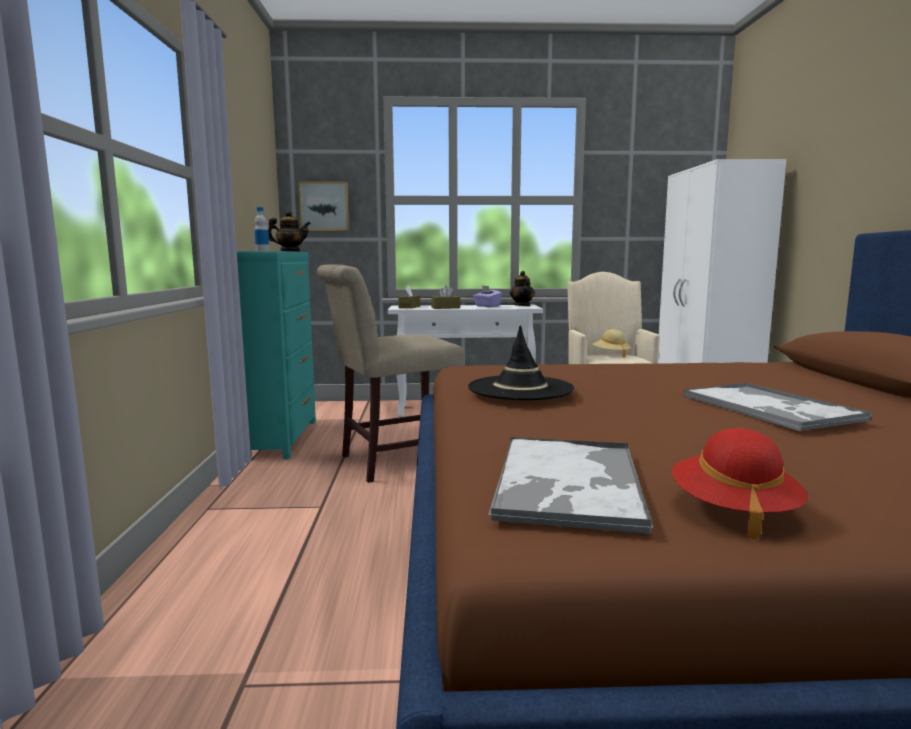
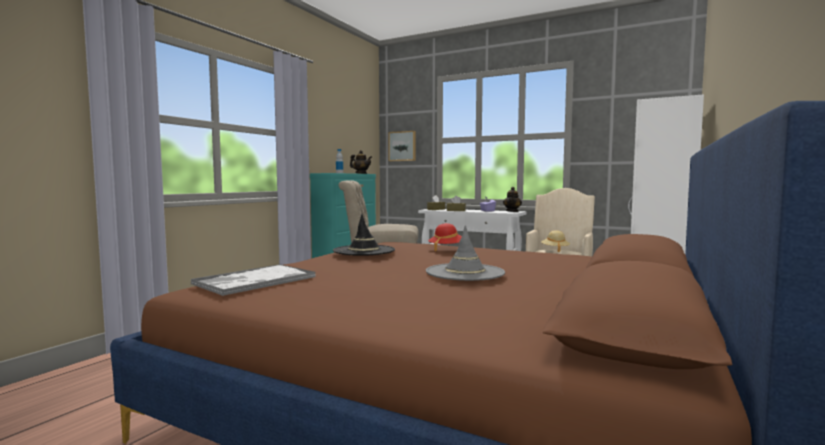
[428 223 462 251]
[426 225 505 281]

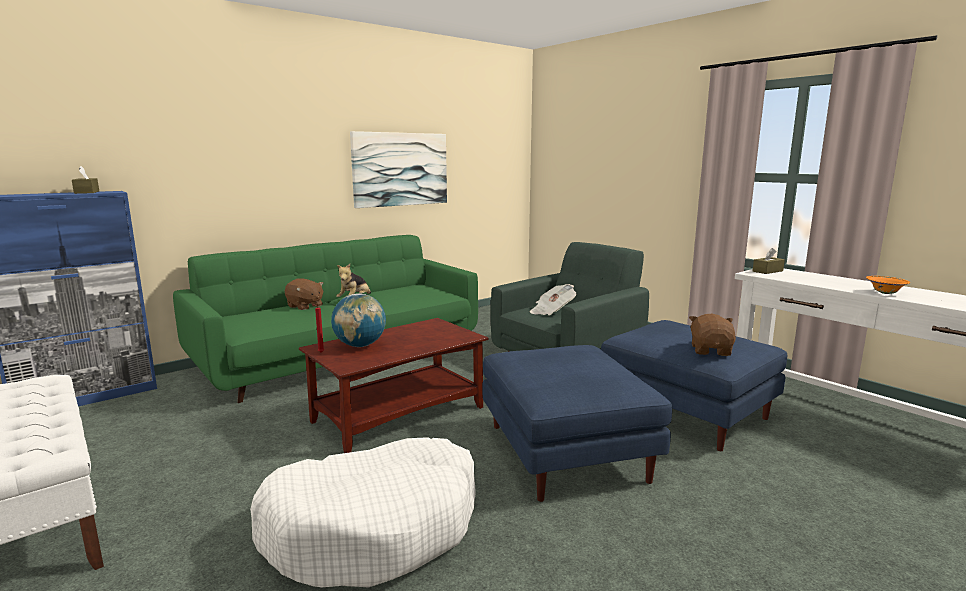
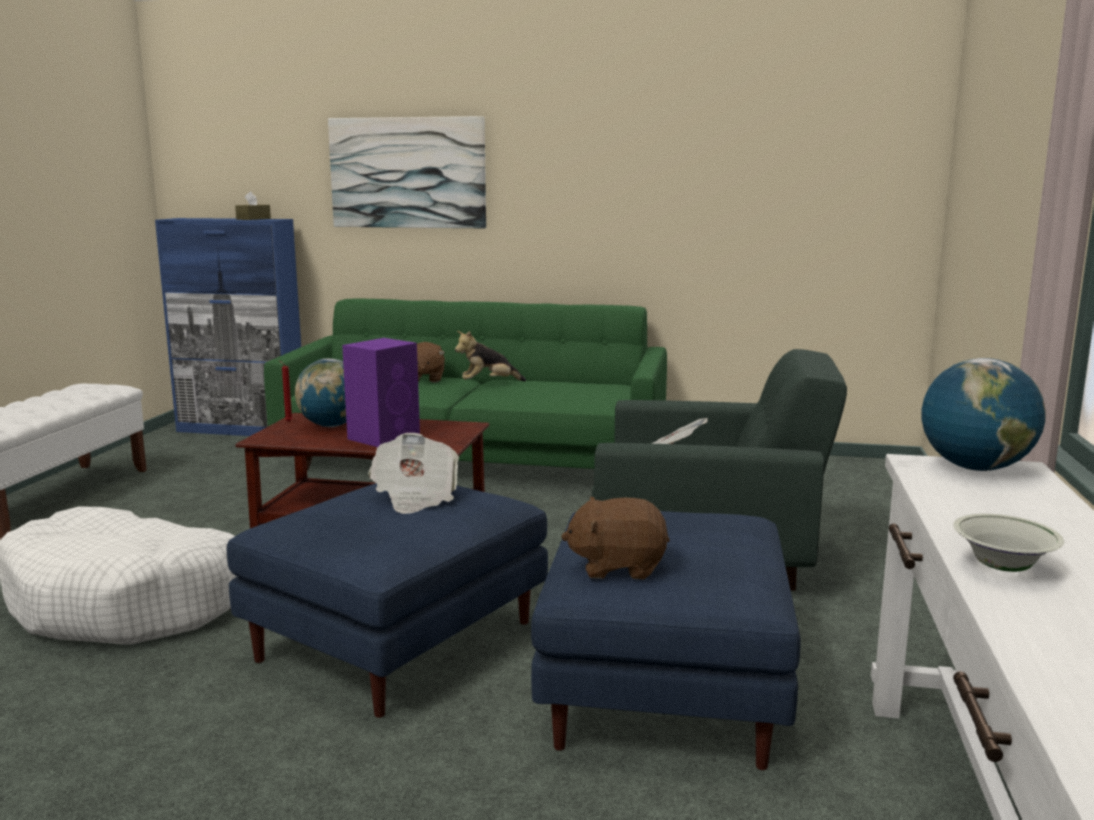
[328 116 486 229]
[561 497 670 580]
[921 358 1046 471]
[953 514 1064 572]
[342 338 420 447]
[368 433 459 514]

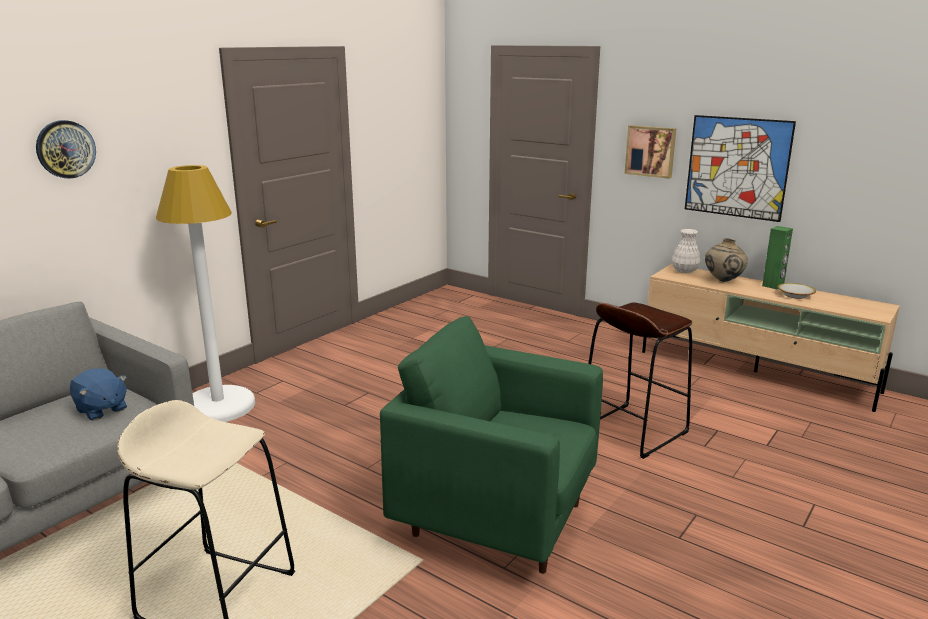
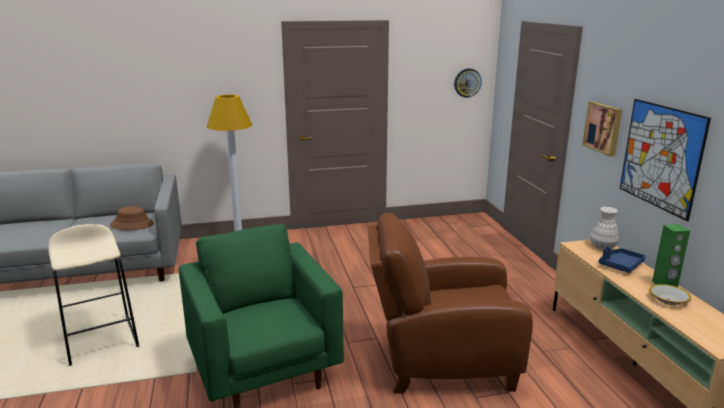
[454 68 482 98]
[110 207 154 230]
[367 213 533 394]
[598 247 646 273]

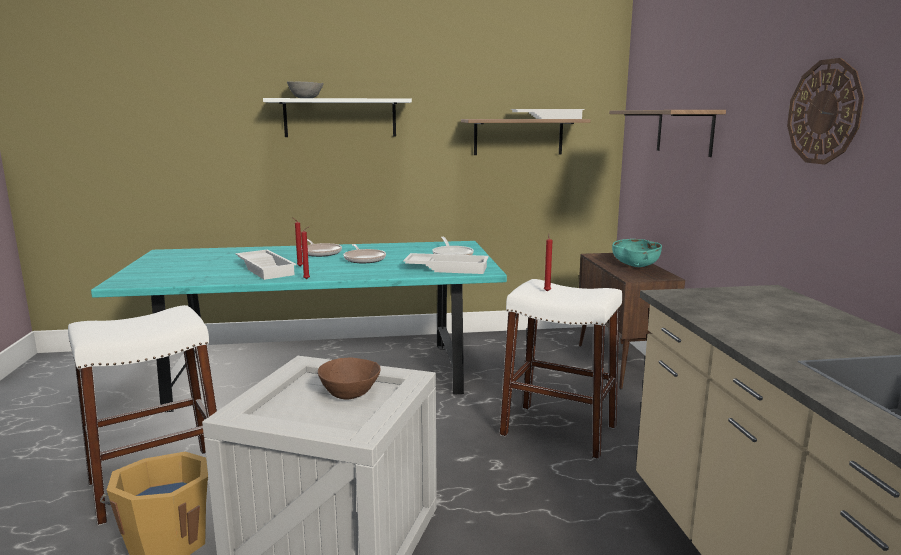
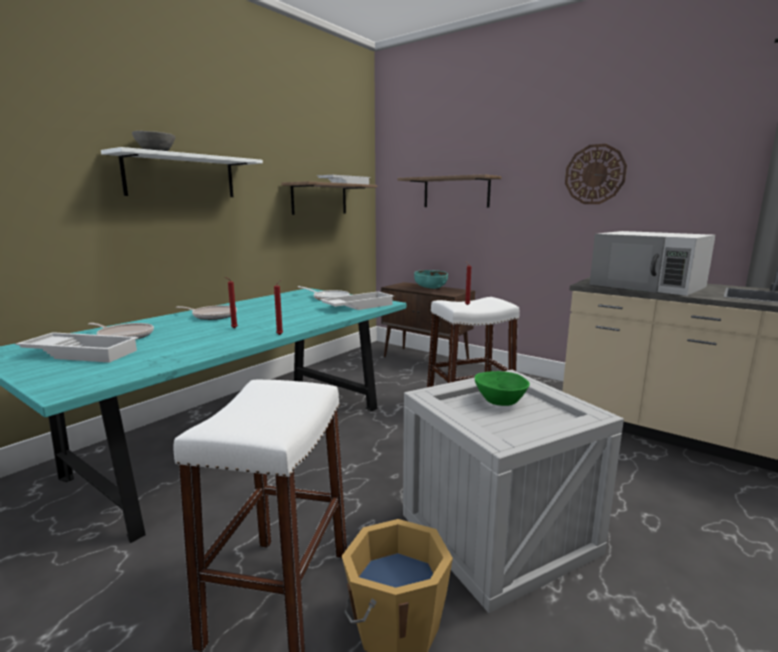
[15 332 138 363]
[475 371 530 406]
[88 323 154 340]
[589 231 716 296]

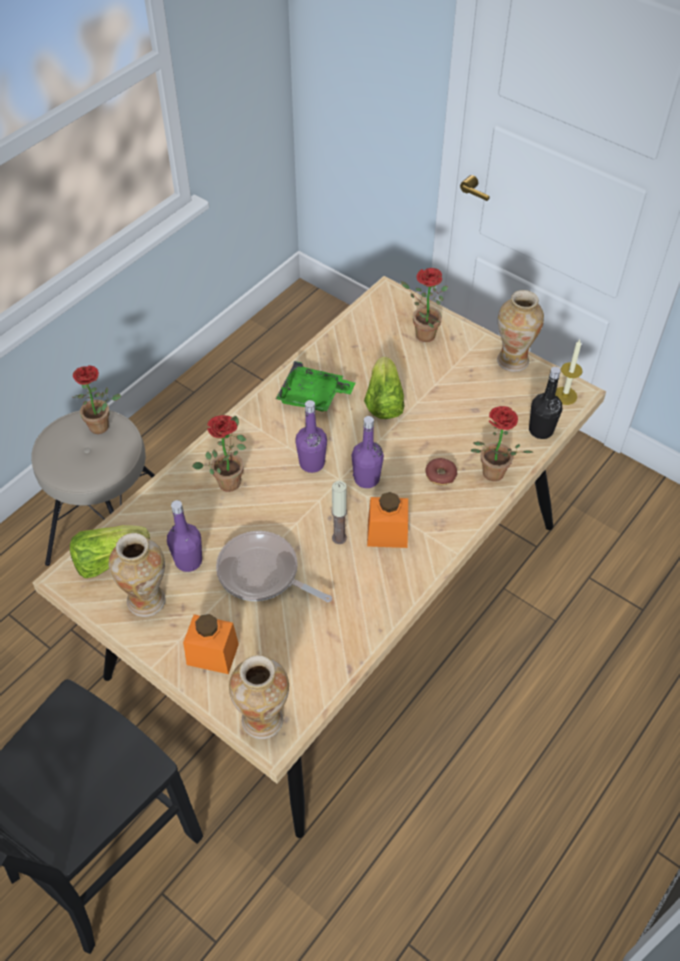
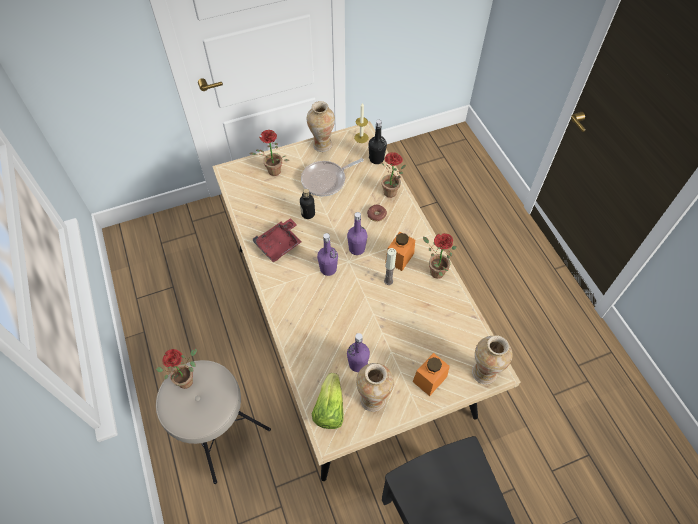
[423 233 457 279]
[301 158 364 196]
[253 218 302 262]
[300 189 315 219]

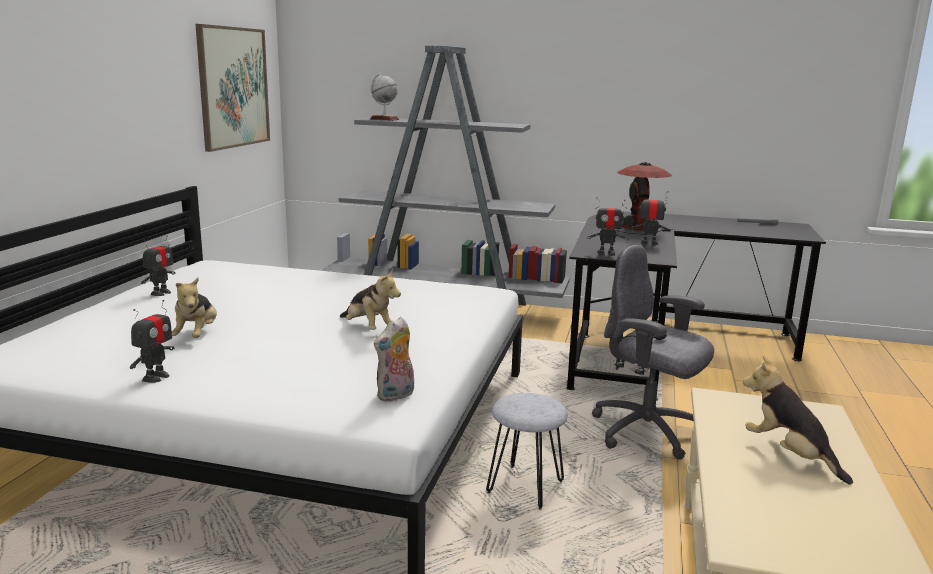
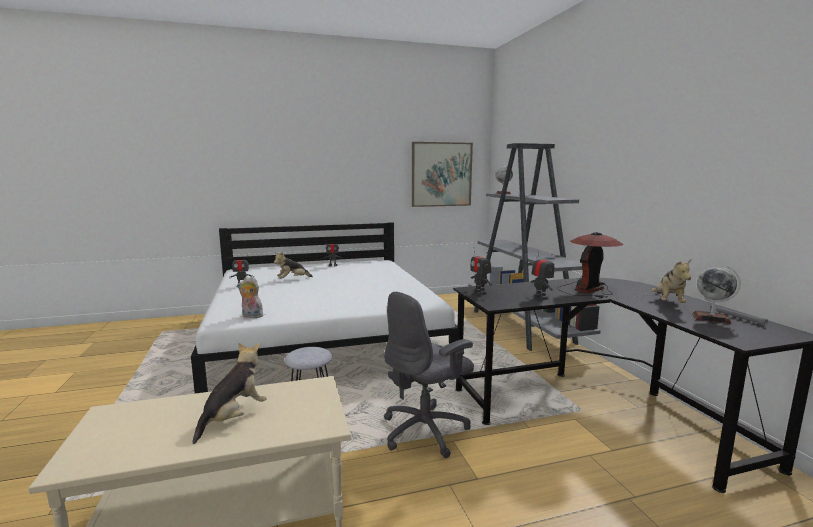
[651 259 691 303]
[384 292 474 458]
[692 266 741 324]

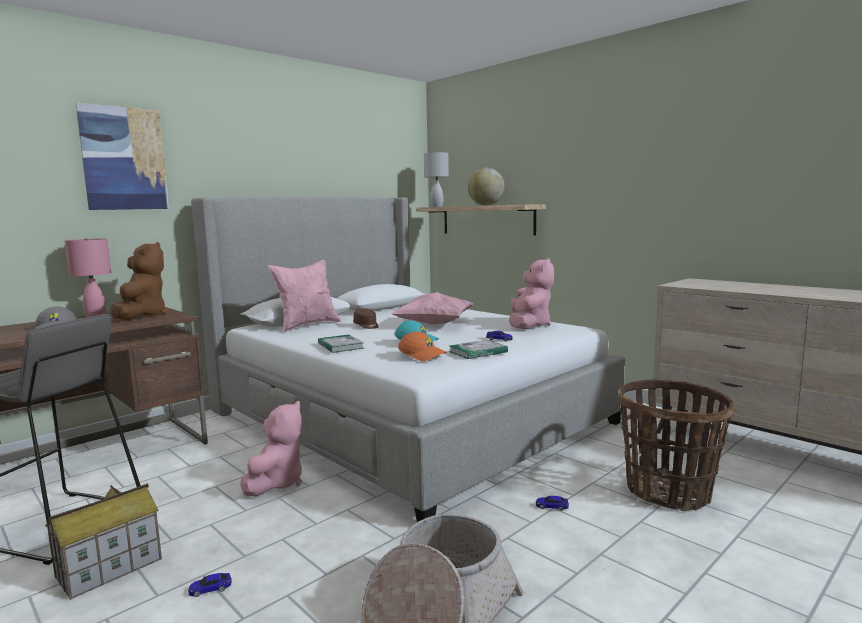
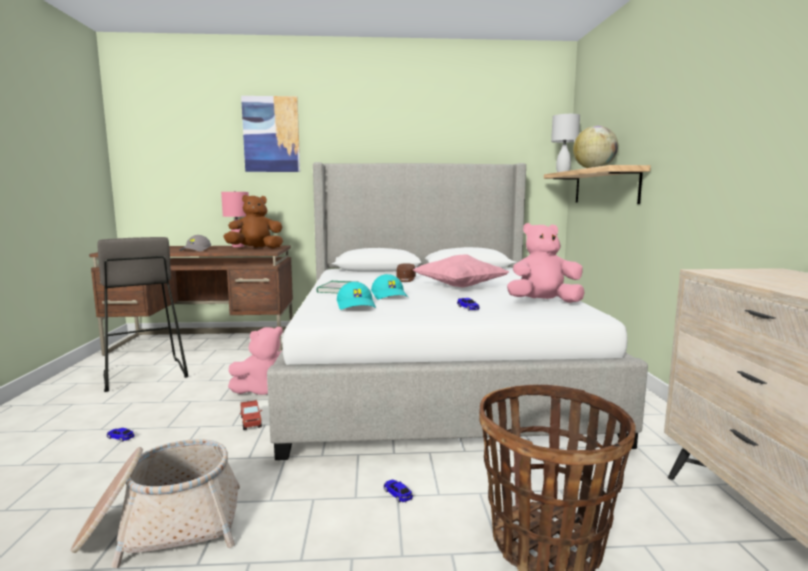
[45 483 162 600] (first image)
[223 195 283 249]
[268 260 340 332] (first image)
[337 282 376 310]
[448 340 508 359] (first image)
[507 223 585 303]
[240 400 262 430]

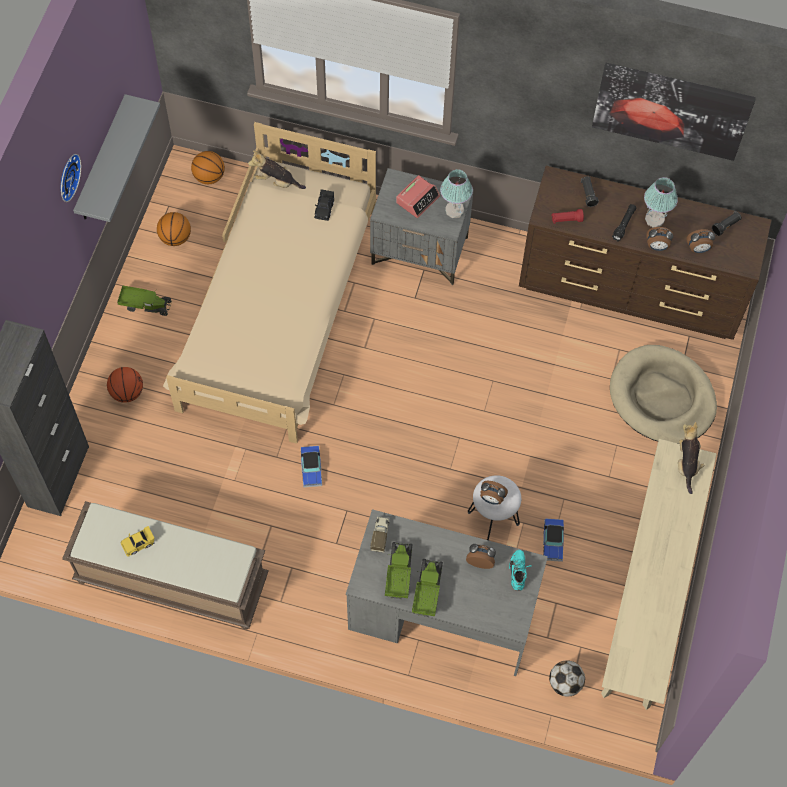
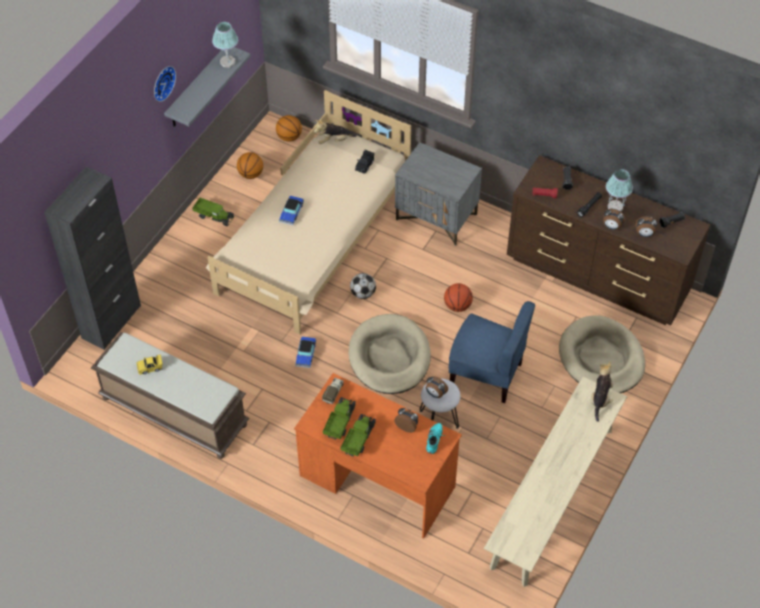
[444 283 473 312]
[314 120 357 144]
[294 373 462 538]
[396 175 440 218] (first image)
[212 22 238 68]
[279 196 304 226]
[350 273 376 299]
[592 63 756 161] (first image)
[348 314 431 394]
[449 301 535 403]

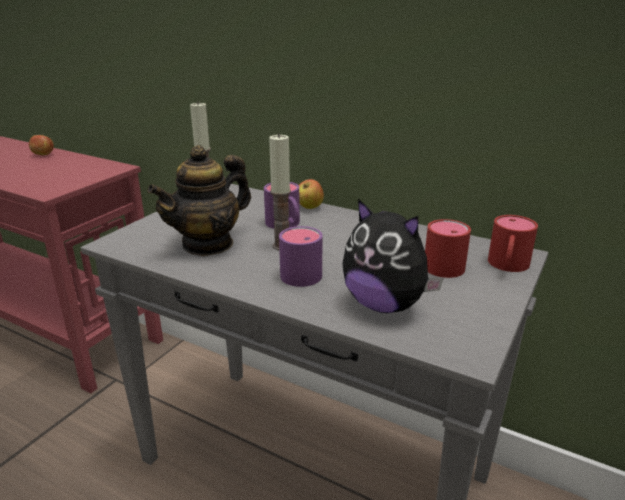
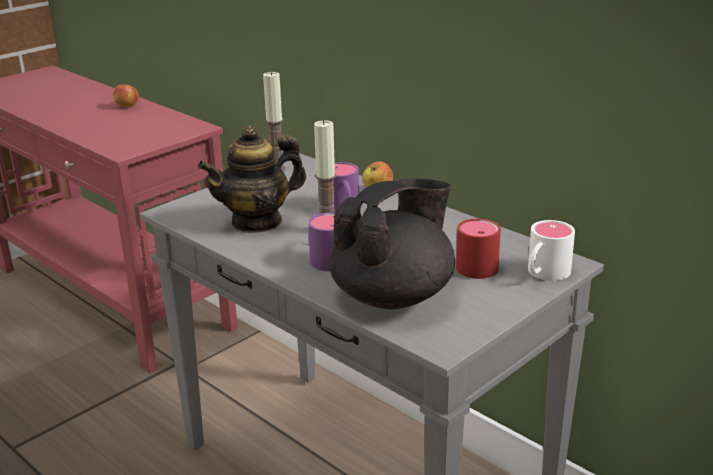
[329 179 455 309]
[528 220 575 281]

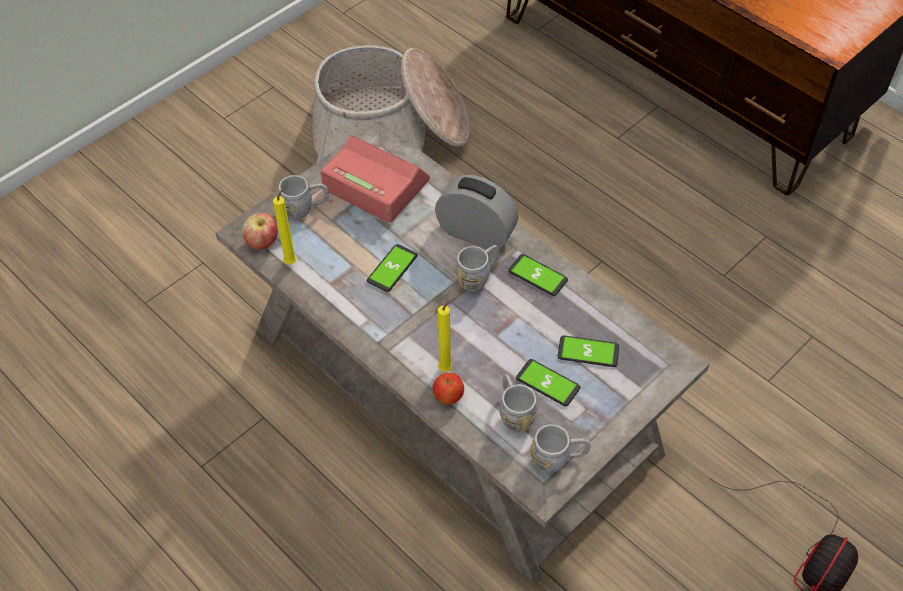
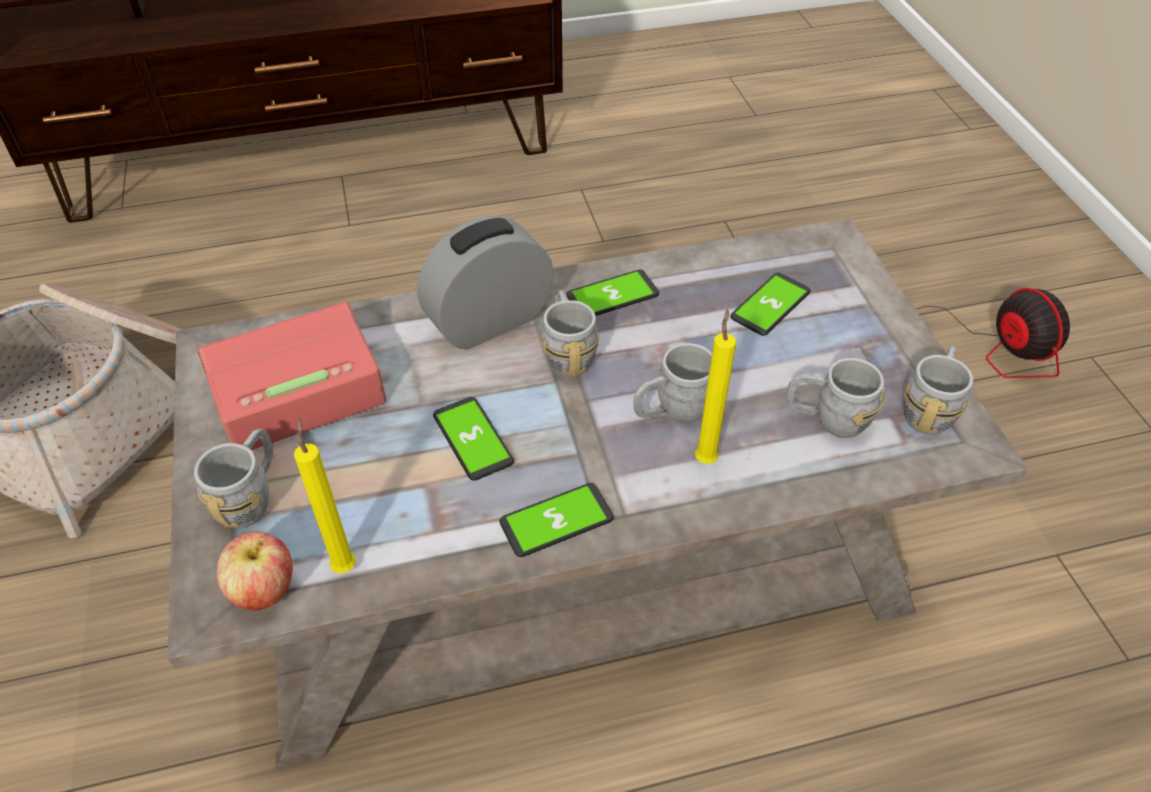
[432 373 464 405] (first image)
[500 483 614 557]
[633 343 712 422]

